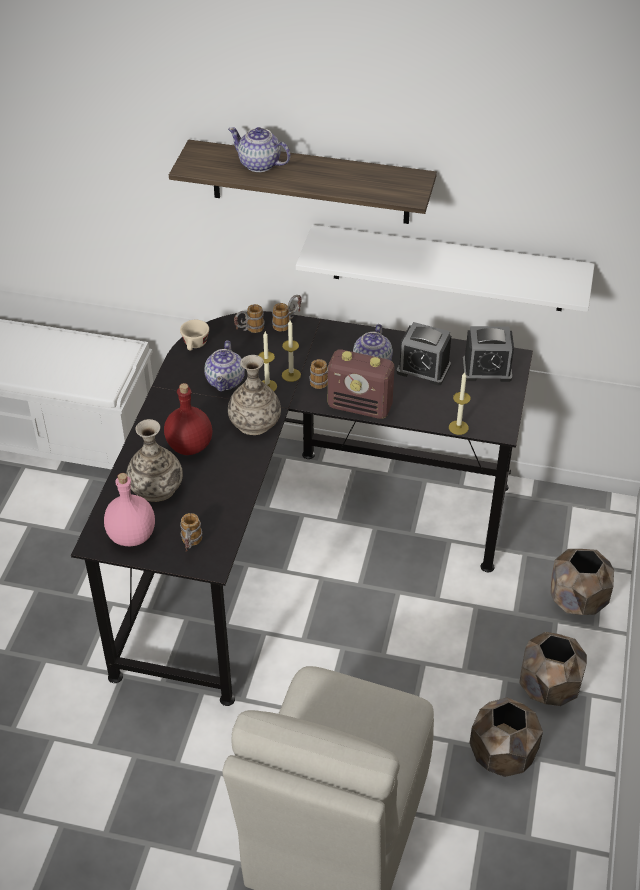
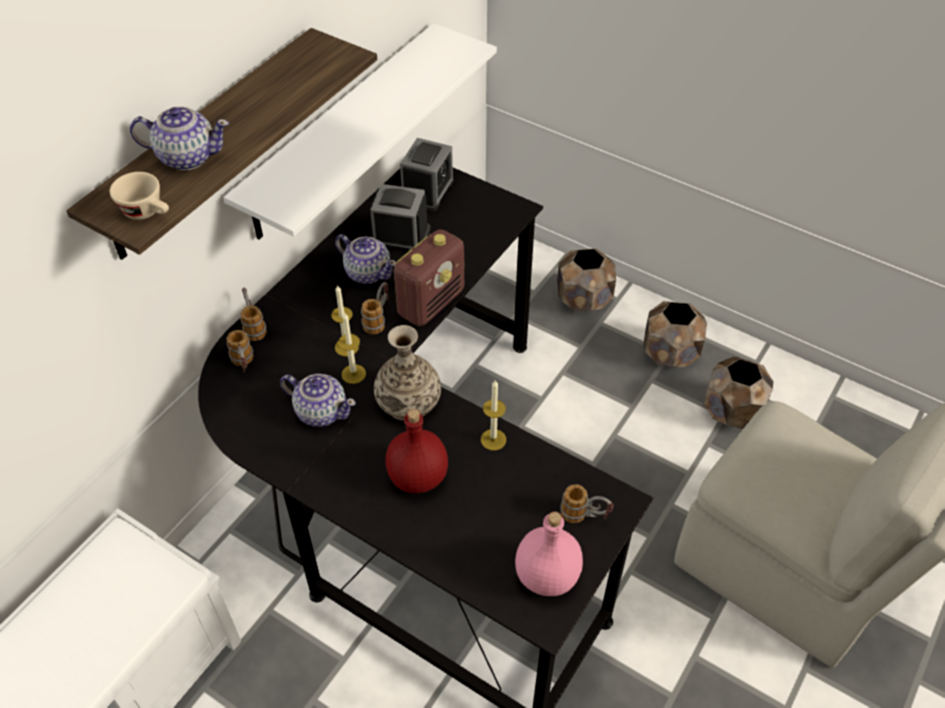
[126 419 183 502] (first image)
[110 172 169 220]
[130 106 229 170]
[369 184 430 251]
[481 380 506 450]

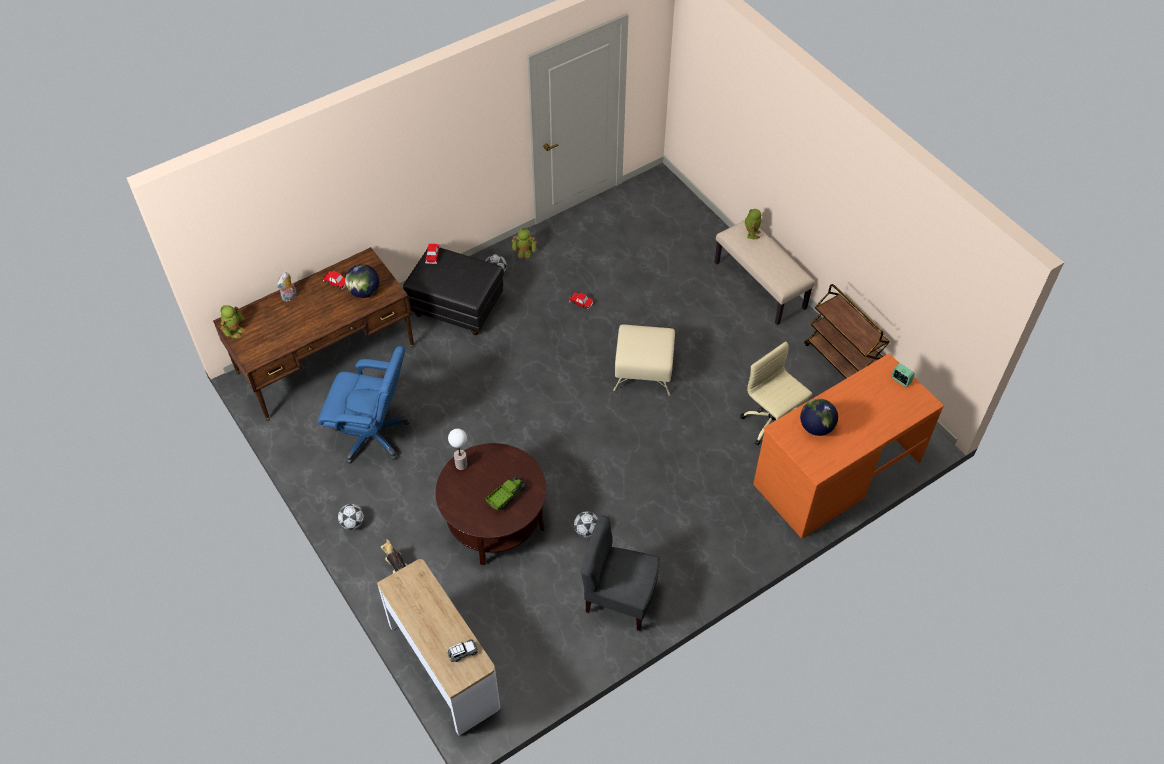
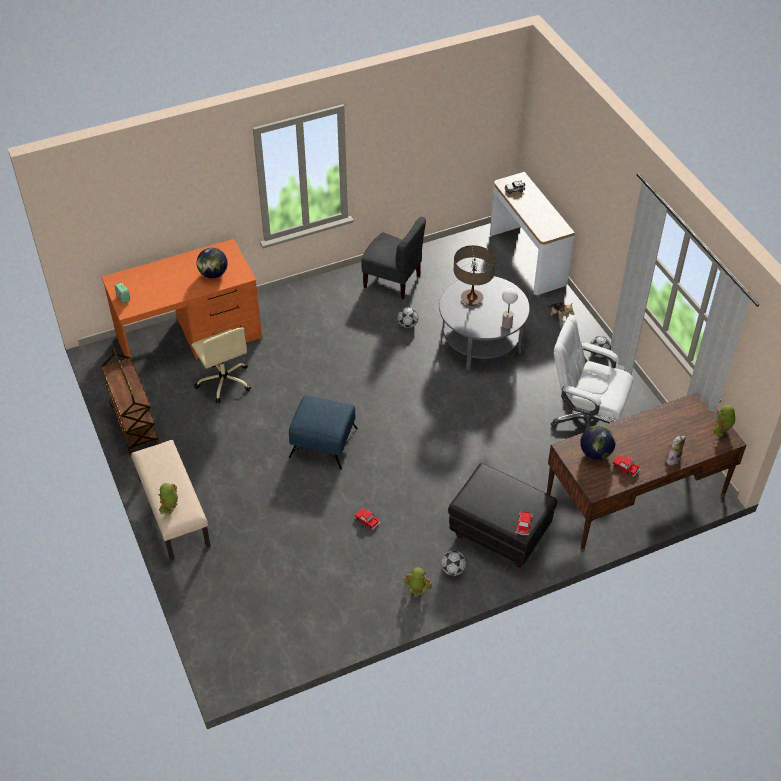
[551 316 633 430]
[439 276 530 371]
[454 245 496 306]
[289 395 358 469]

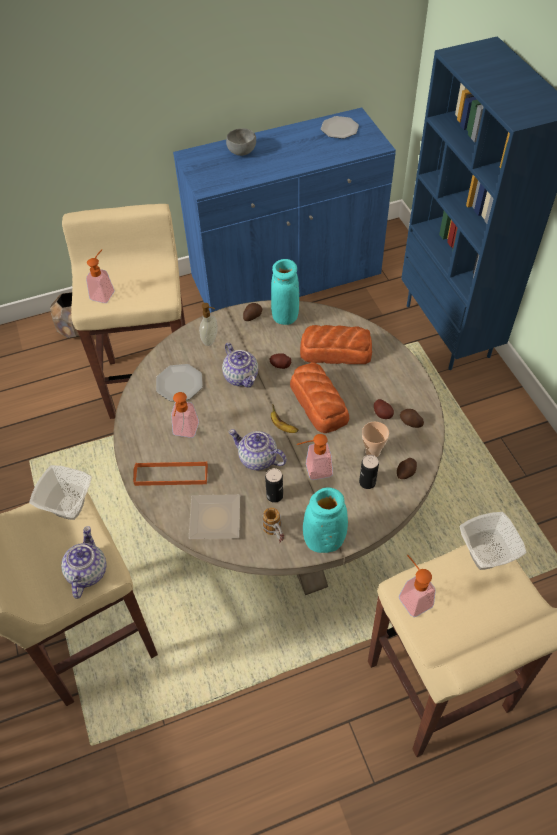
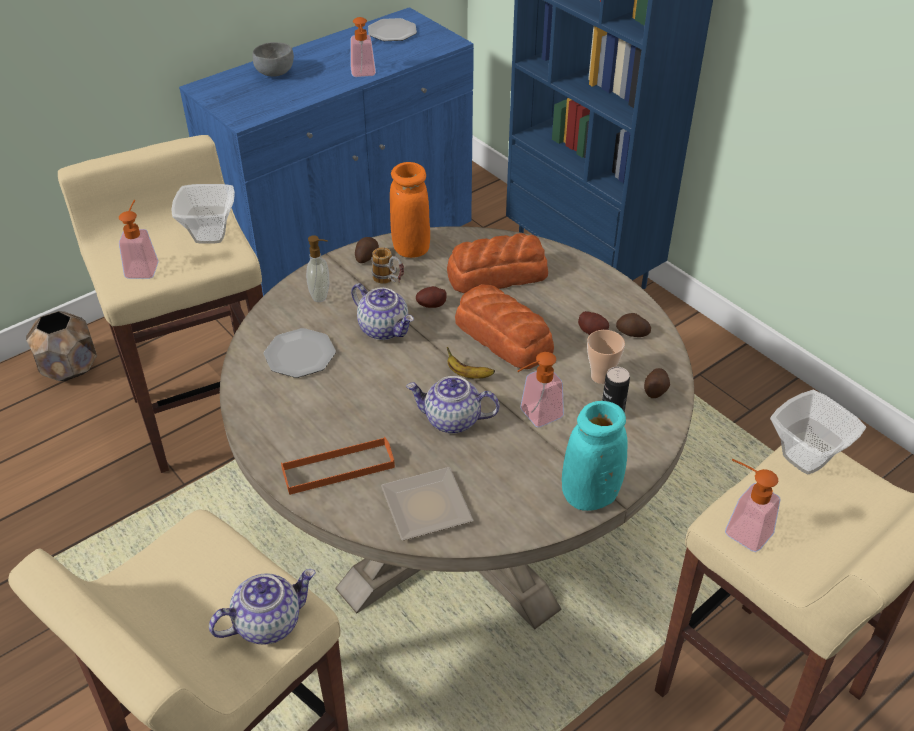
[171 184 235 244]
[209 569 316 645]
[350 17 376 77]
[372 247 404 284]
[265 468 283 503] (first image)
[390 162 430 258]

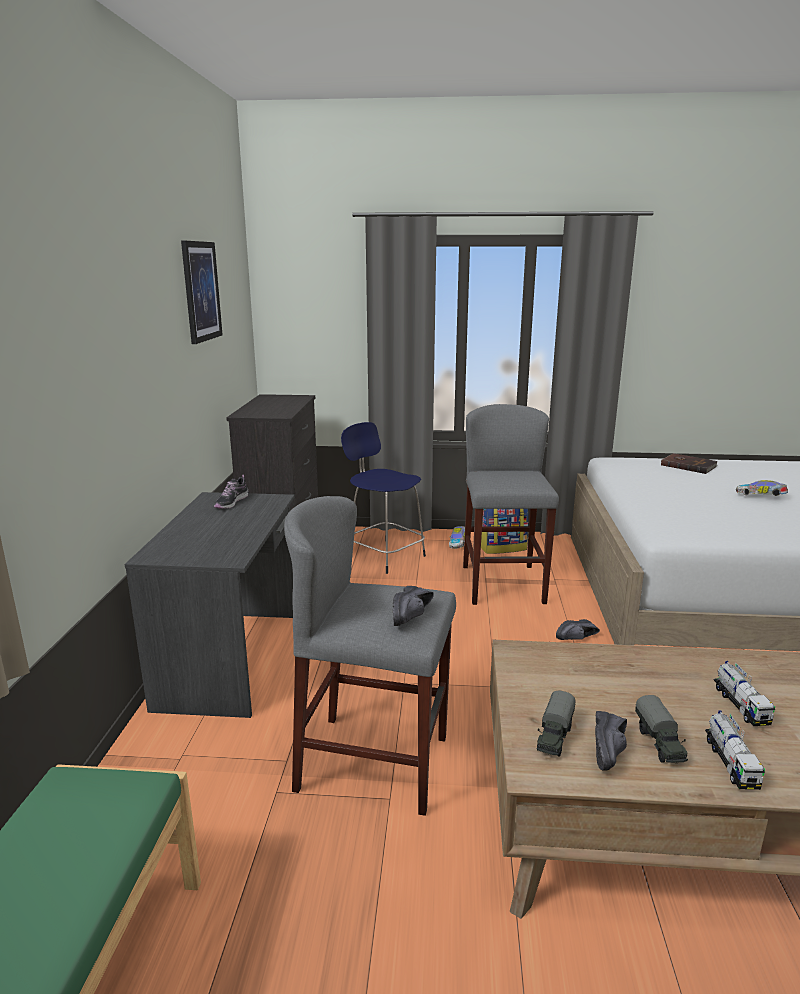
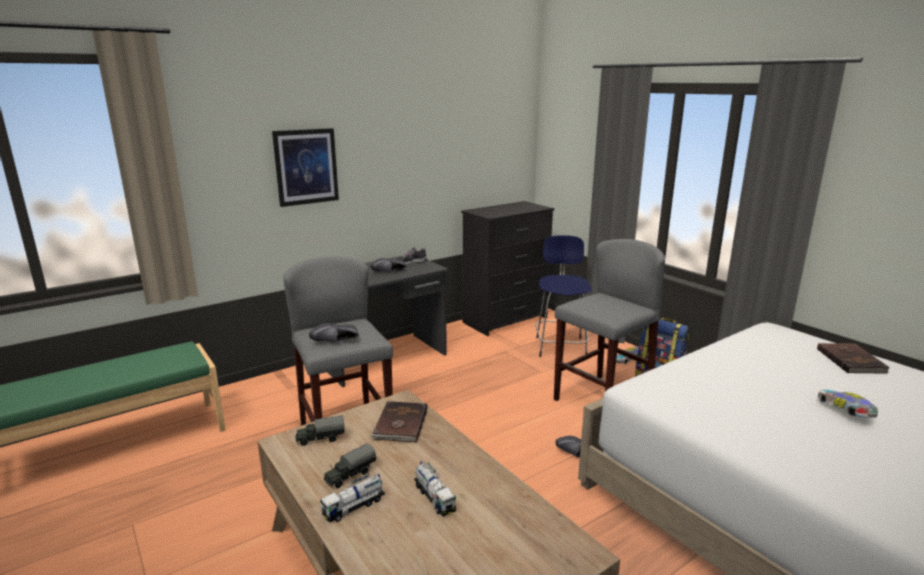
[272 128 339 207]
[371 258 407 271]
[414 461 456 517]
[369 401 427 443]

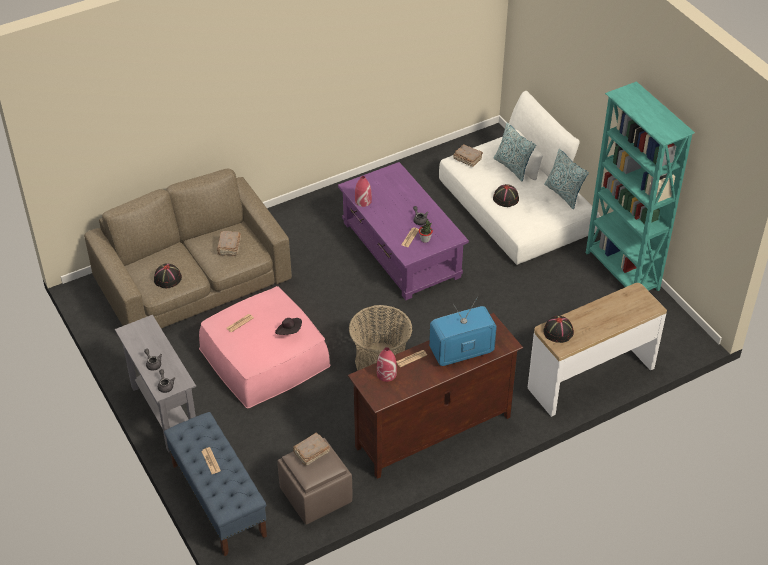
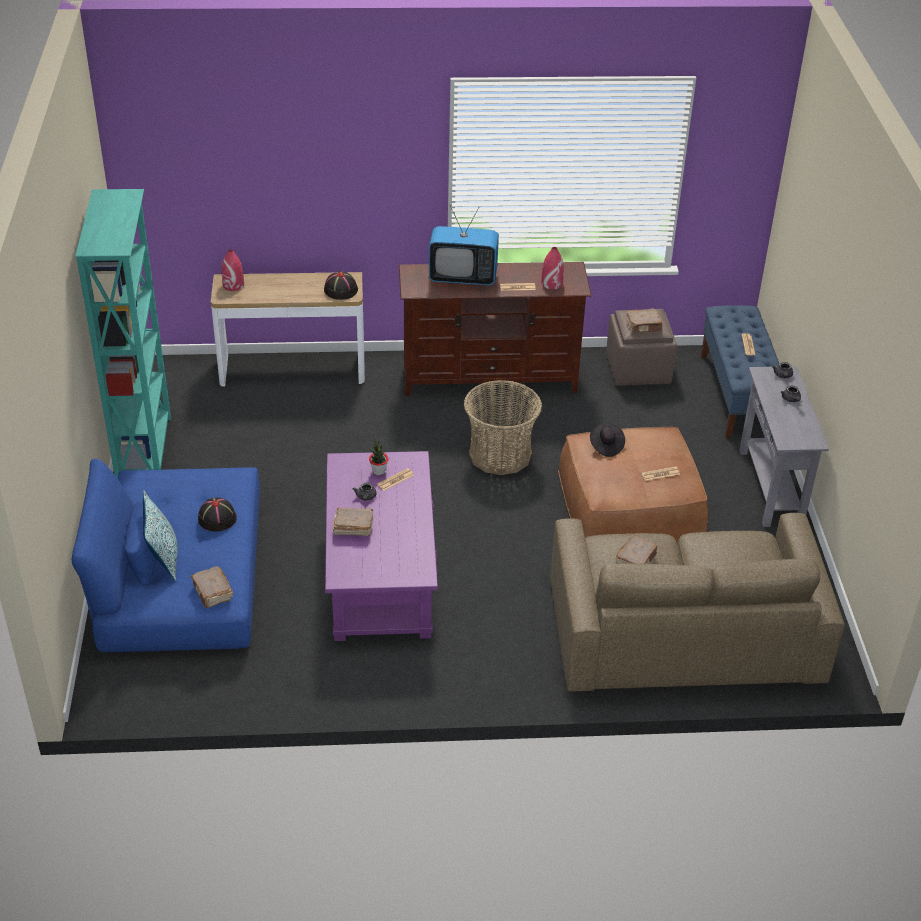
[154 264 182 288] (first image)
[558 427 709 543]
[222 249 244 291]
[72 459 260 652]
[544 149 589 209] (first image)
[333 508 373 536]

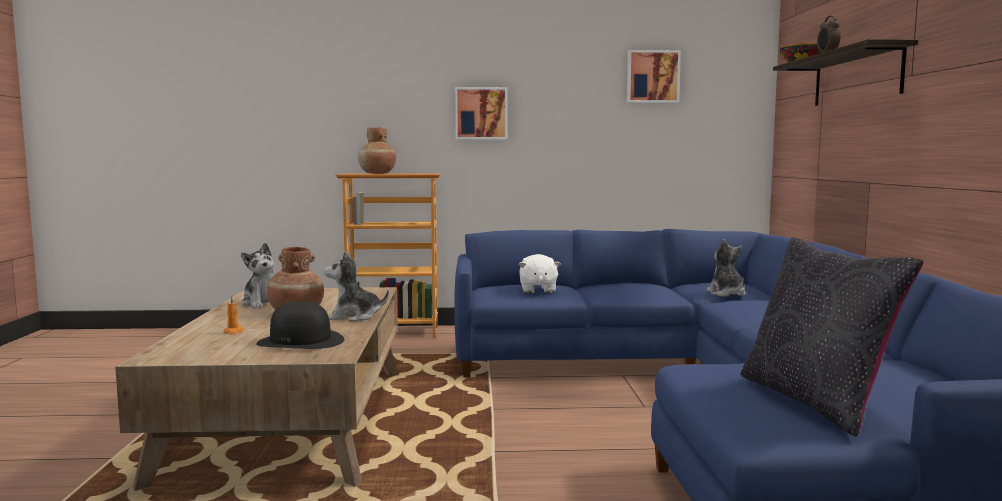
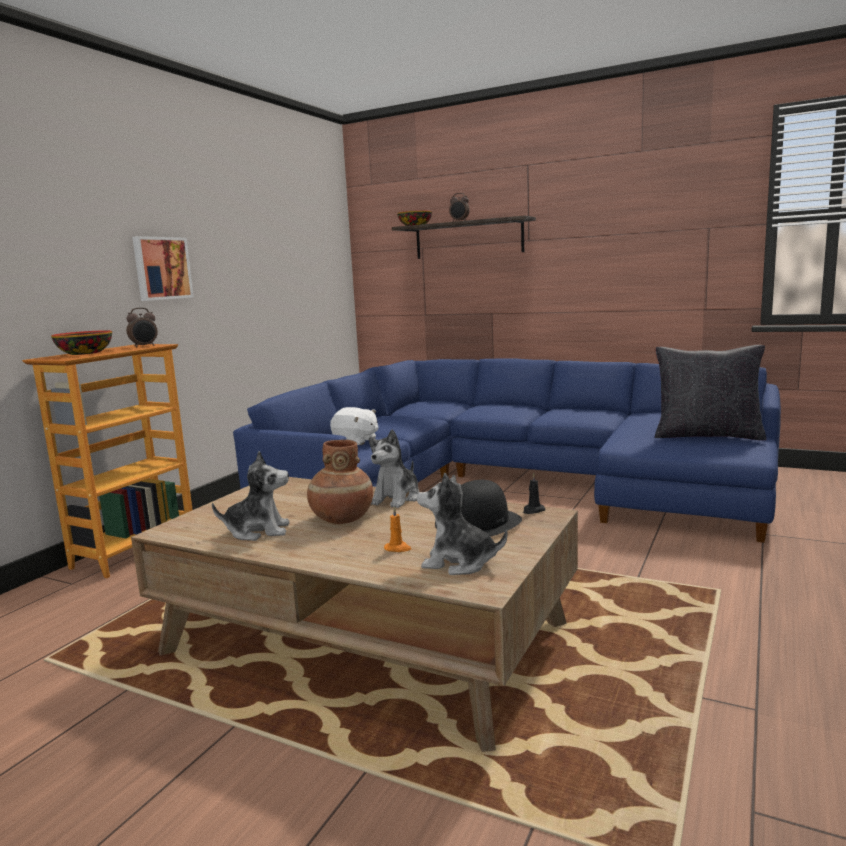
[51 330 112 355]
[627 50 681 103] (first image)
[417 473 508 575]
[126 308 158 348]
[523 473 545 514]

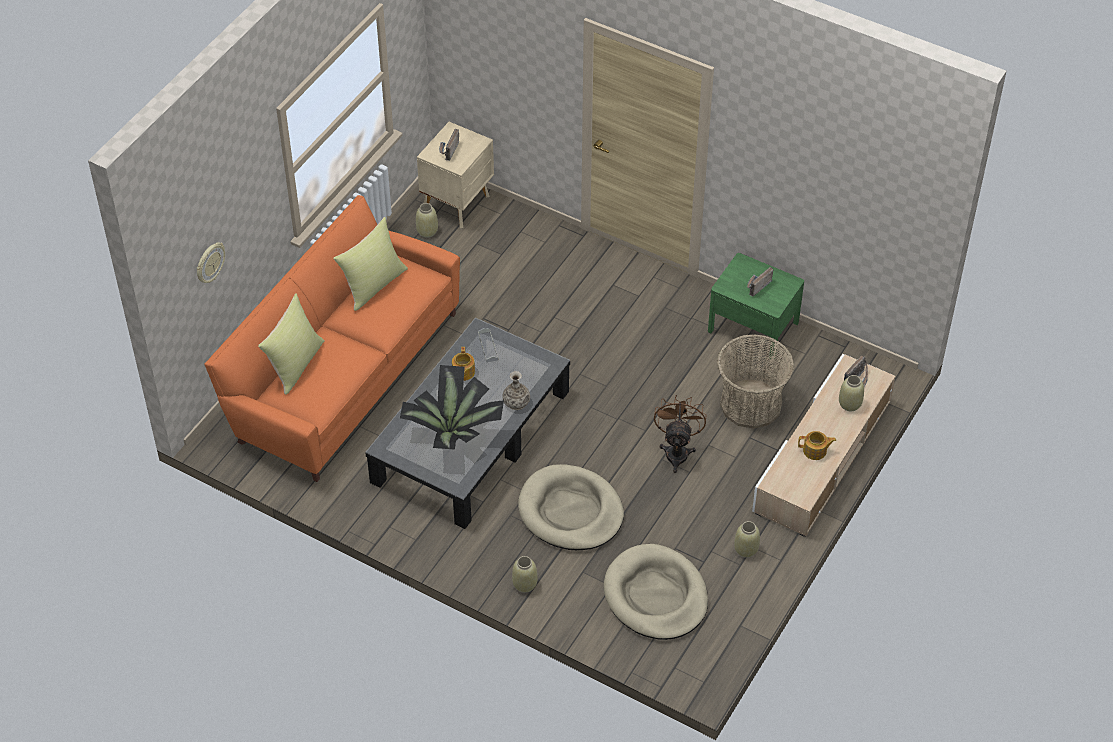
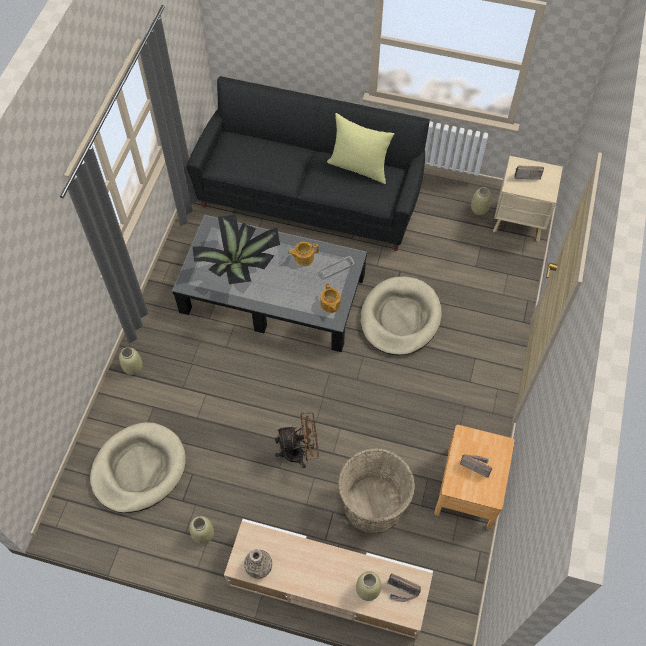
[197 242 225 283] (first image)
[186 76 430 251]
[258 293 325 395] (first image)
[244 549 272 579]
[361 277 442 356]
[434 425 515 529]
[320 283 341 313]

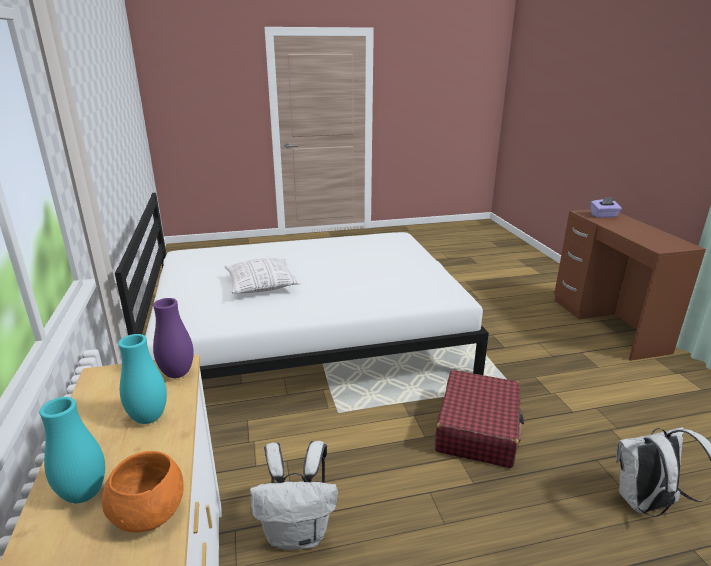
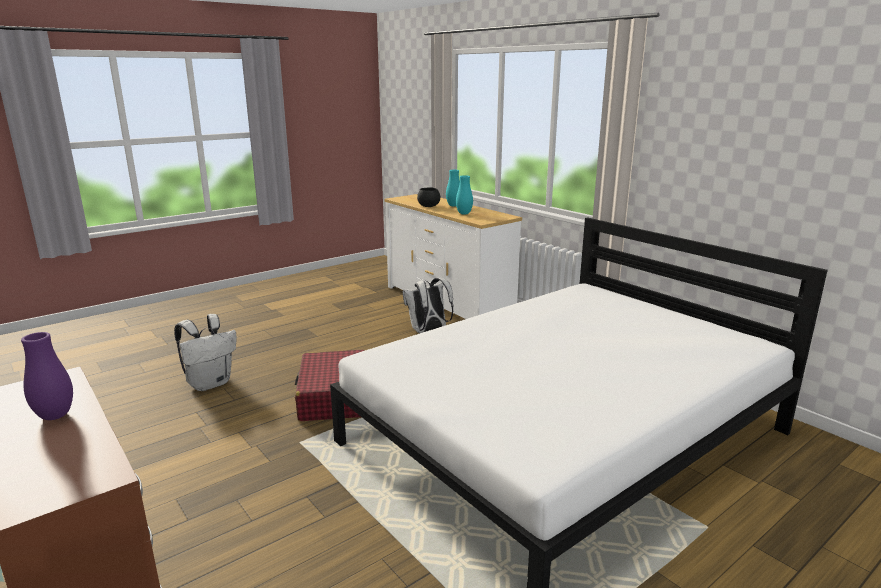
[417 187 440 207]
[21 332 73 420]
[224 258 301 294] (first image)
[591 198 622 218] (first image)

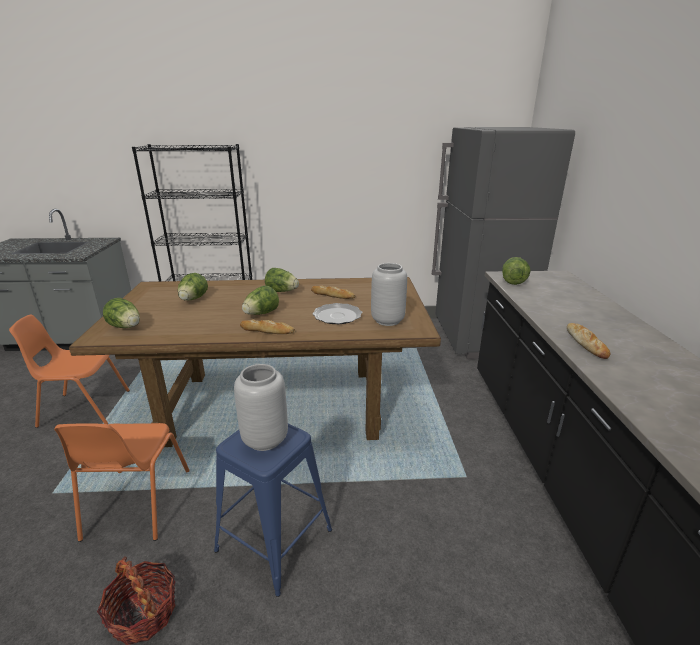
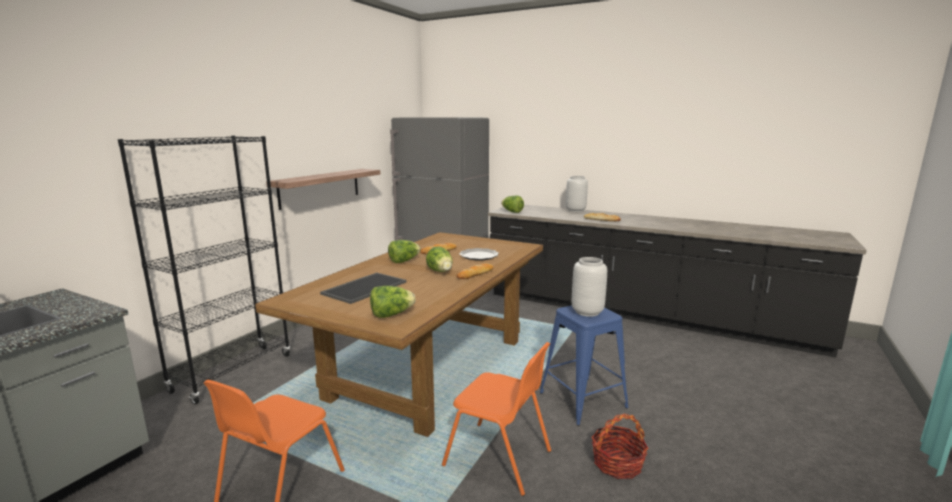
[320 273 406 304]
[566 176 588 212]
[266 169 380 210]

